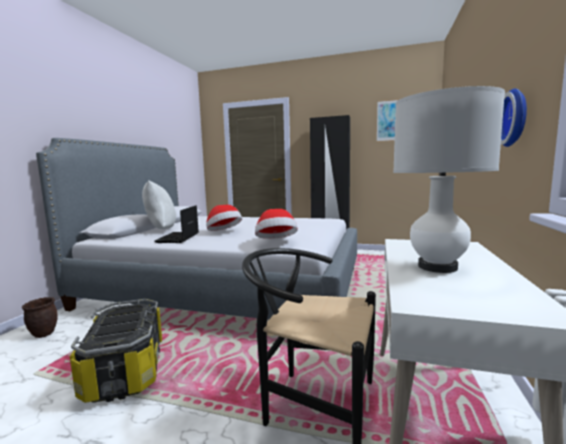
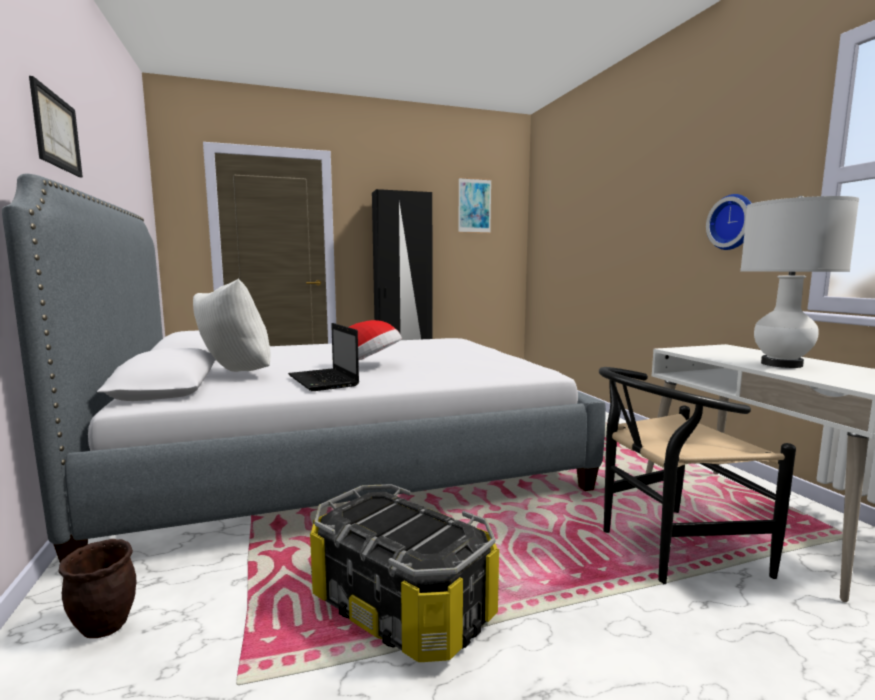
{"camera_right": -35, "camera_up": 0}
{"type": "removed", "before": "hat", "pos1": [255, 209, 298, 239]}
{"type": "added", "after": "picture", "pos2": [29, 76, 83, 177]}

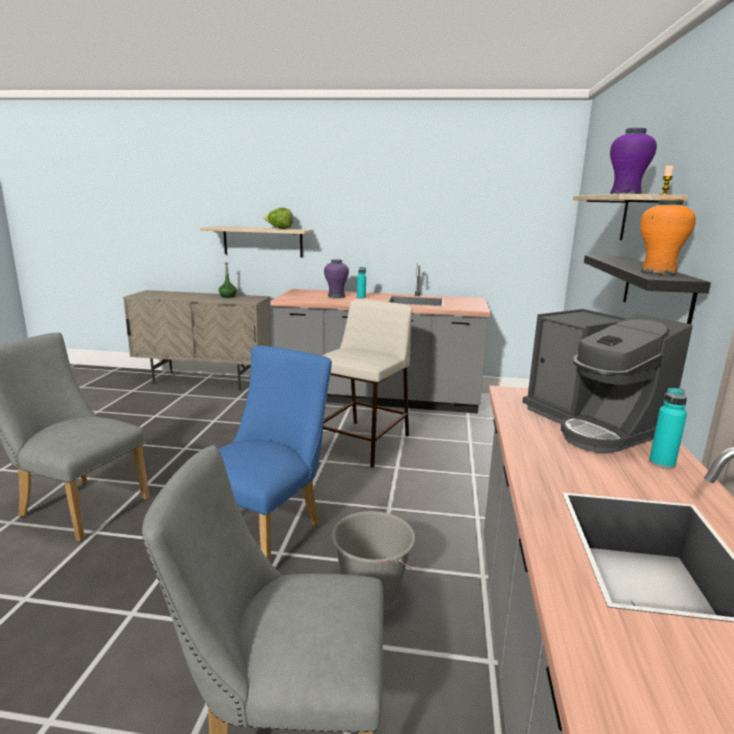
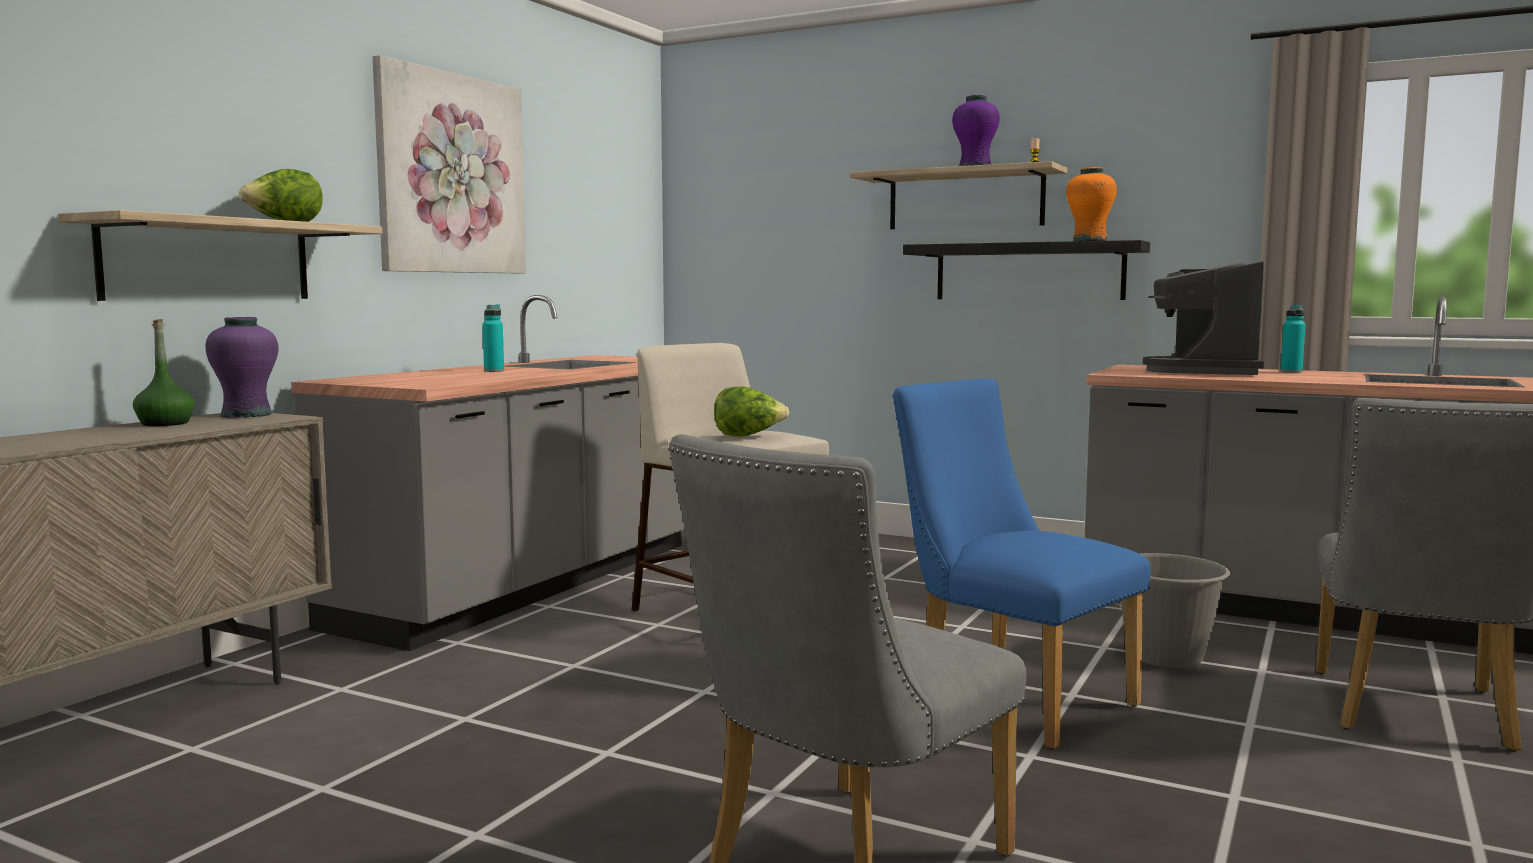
{"camera_right": -70, "camera_up": -10}
{"type": "moved", "before": "vase/purple", "pos1": [324, 259, 349, 298], "pos2": [205, 317, 279, 418]}
{"type": "turned", "before": "coffee machine", "pos1": [522, 309, 693, 453], "pos2": [1143, 261, 1264, 375], "turn": 120}
{"type": "added", "after": "picture", "pos2": [372, 55, 526, 274]}
{"type": "added", "after": "lettuce", "pos2": [714, 386, 789, 437]}

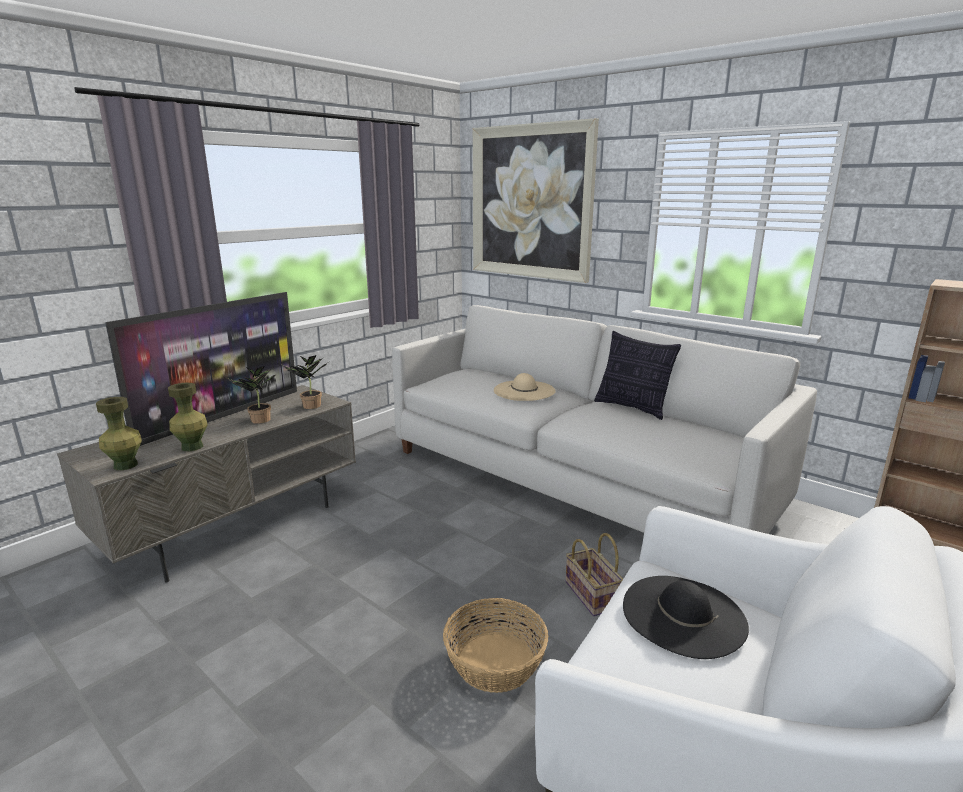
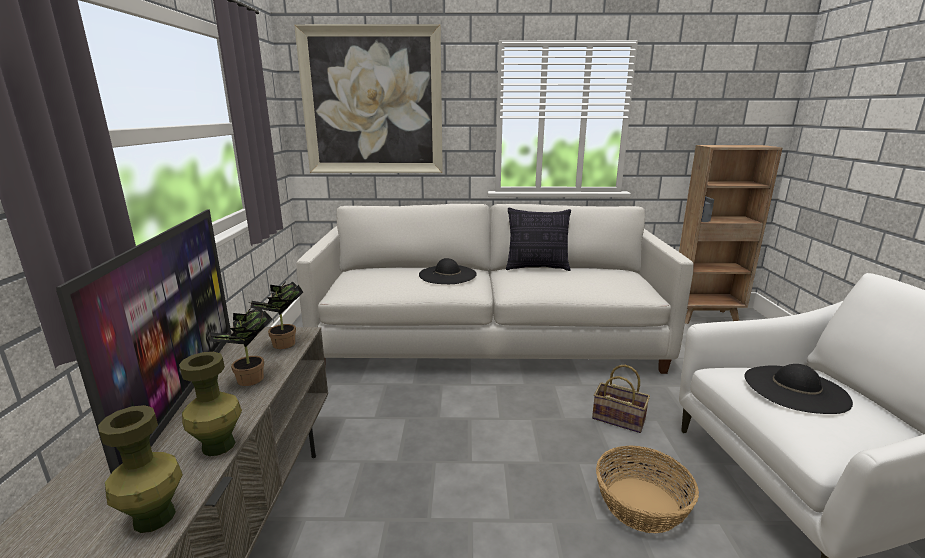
{"camera_right": -40, "camera_up": 0}
{"type": "recoloured", "before": "hat/beige", "after": "hat/black", "pos1": [494, 373, 556, 401], "pos2": [419, 258, 477, 284]}

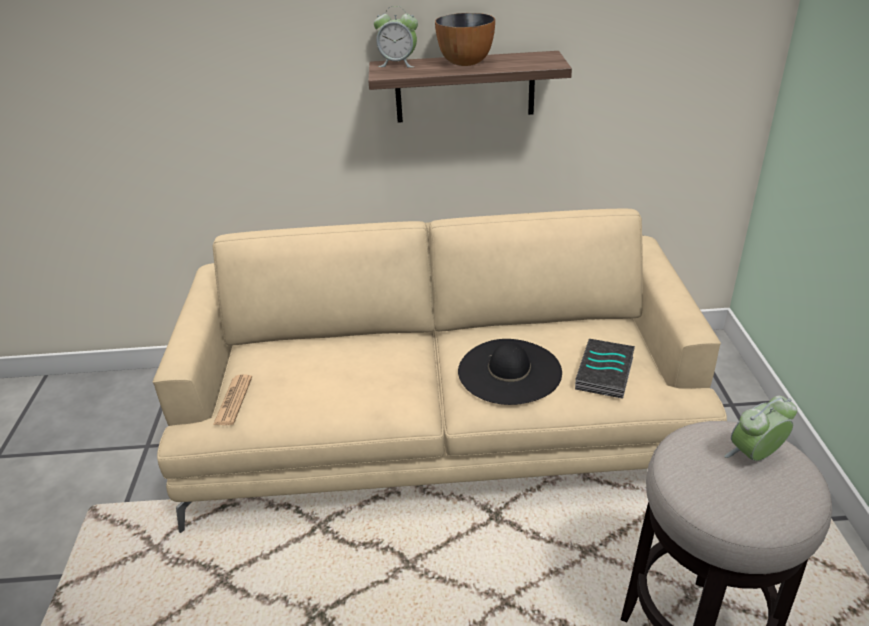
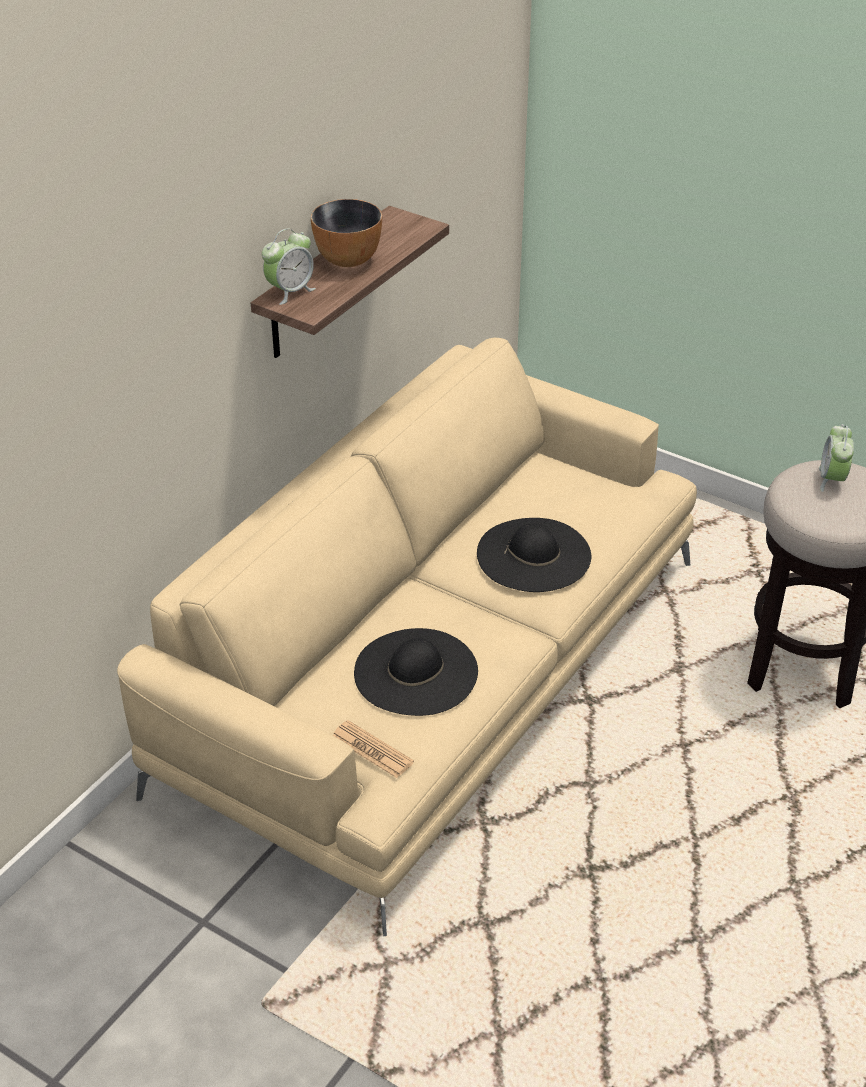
{"camera_right": -55, "camera_up": 5}
{"type": "removed", "before": "book", "pos1": [575, 339, 635, 399]}
{"type": "added", "after": "hat/black", "pos2": [354, 628, 478, 716]}

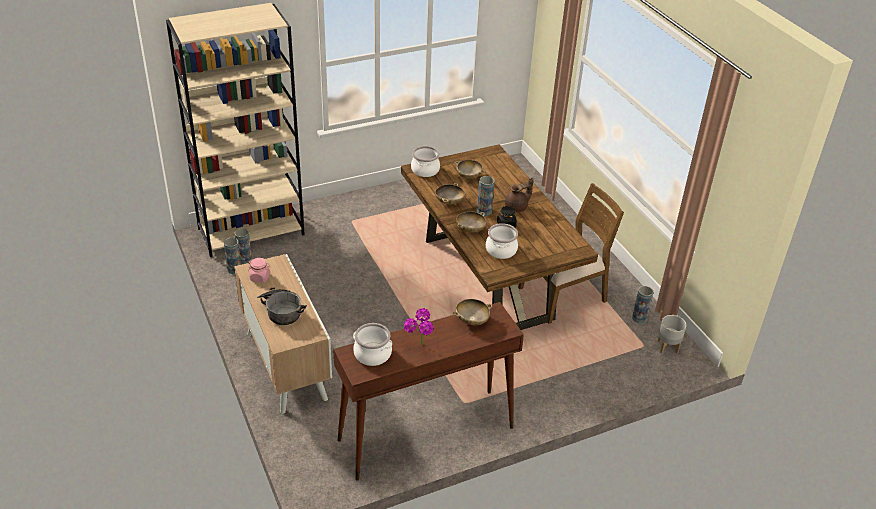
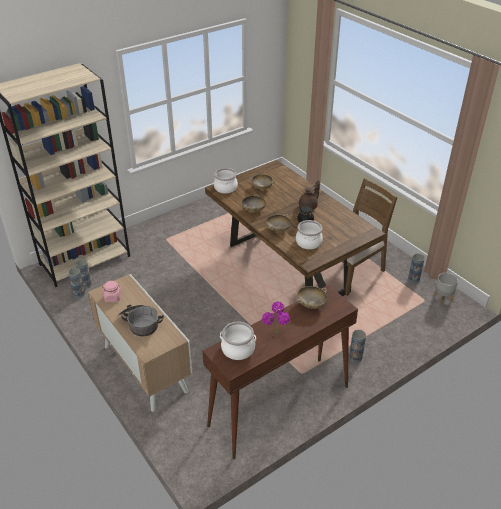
{"camera_right": -10, "camera_up": 0}
{"type": "moved", "before": "vase", "pos1": [477, 176, 495, 216], "pos2": [349, 330, 366, 363]}

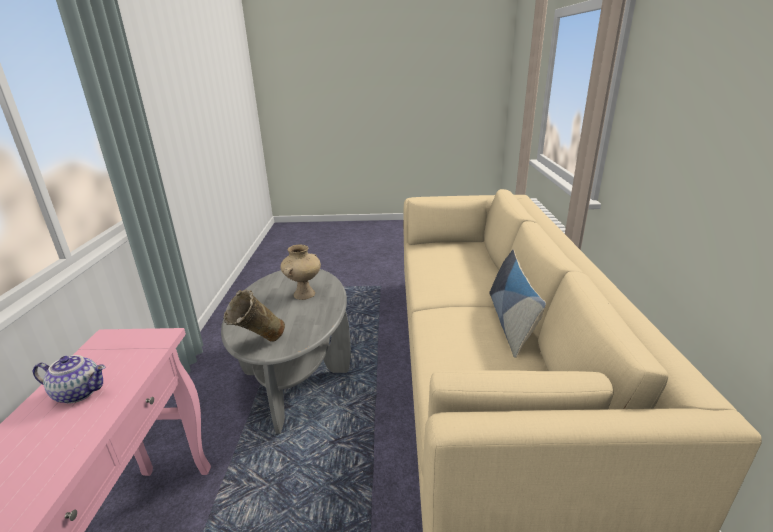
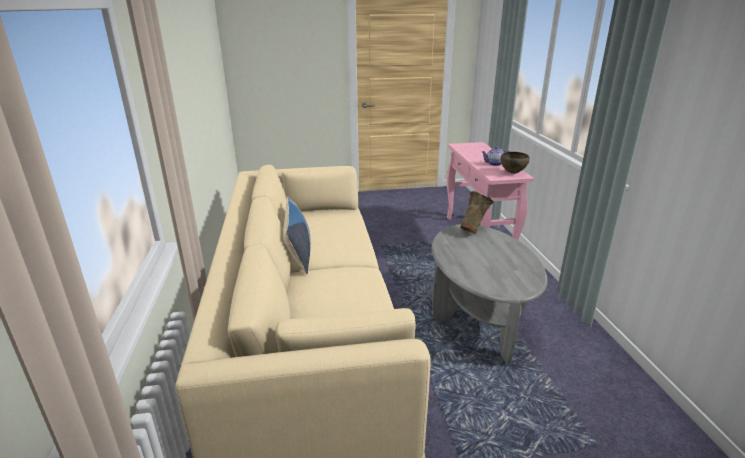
{"camera_right": 170, "camera_up": 0}
{"type": "removed", "before": "vase/beige", "pos1": [280, 245, 321, 300]}
{"type": "added", "after": "bowl/brown", "pos2": [501, 152, 530, 174]}

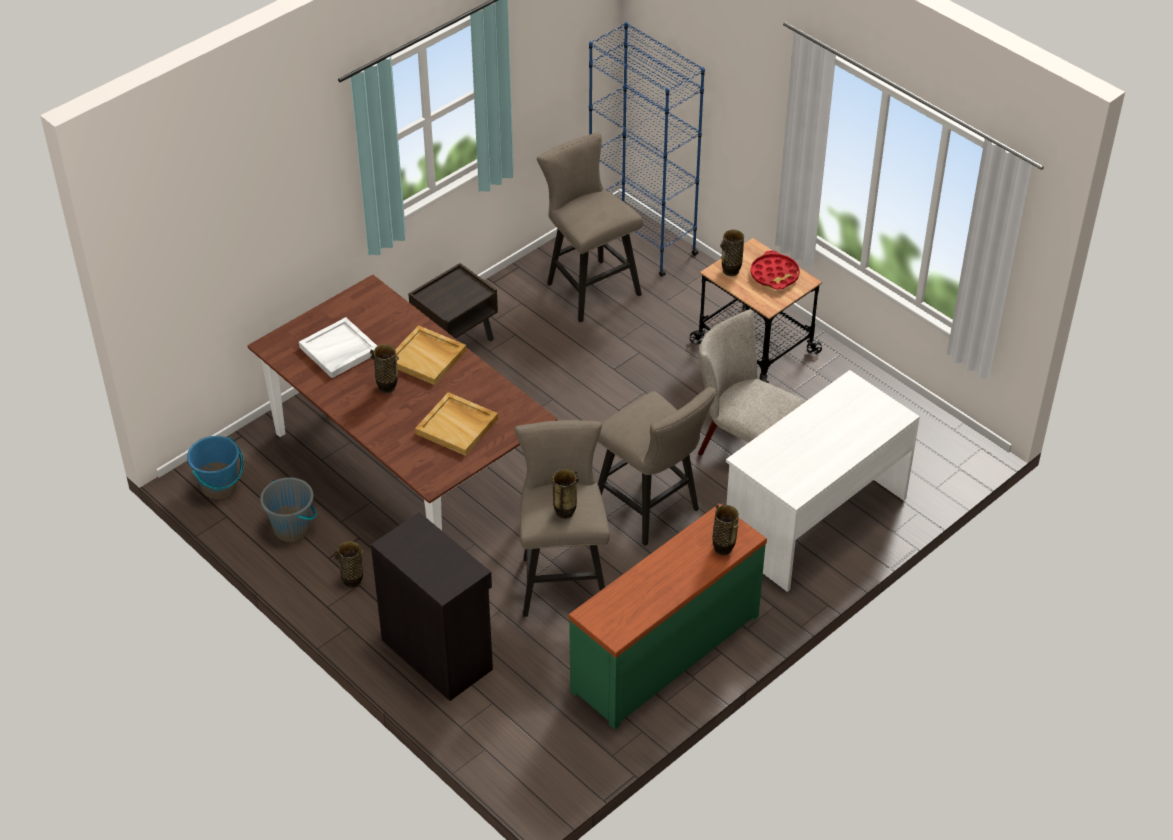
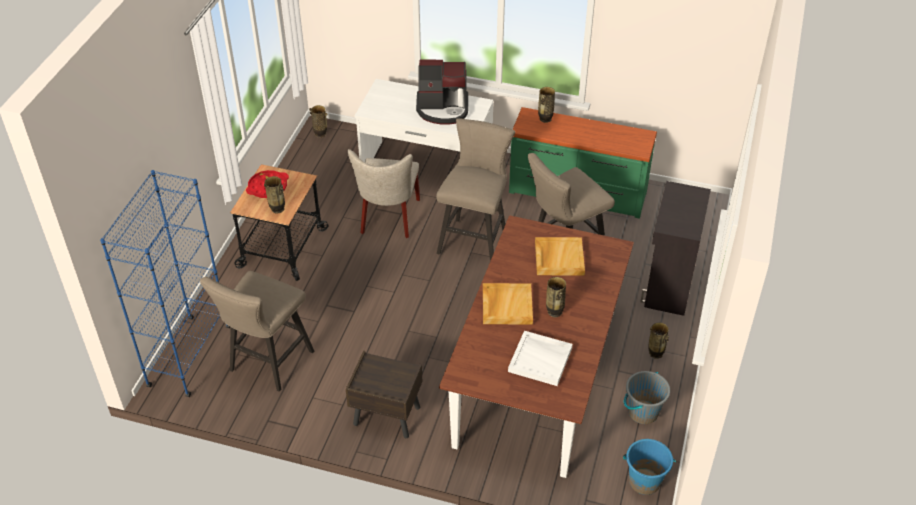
{"camera_right": -120, "camera_up": 0}
{"type": "moved", "before": "vase", "pos1": [553, 469, 579, 519], "pos2": [309, 105, 327, 138]}
{"type": "added", "after": "coffee machine", "pos2": [416, 60, 468, 125]}

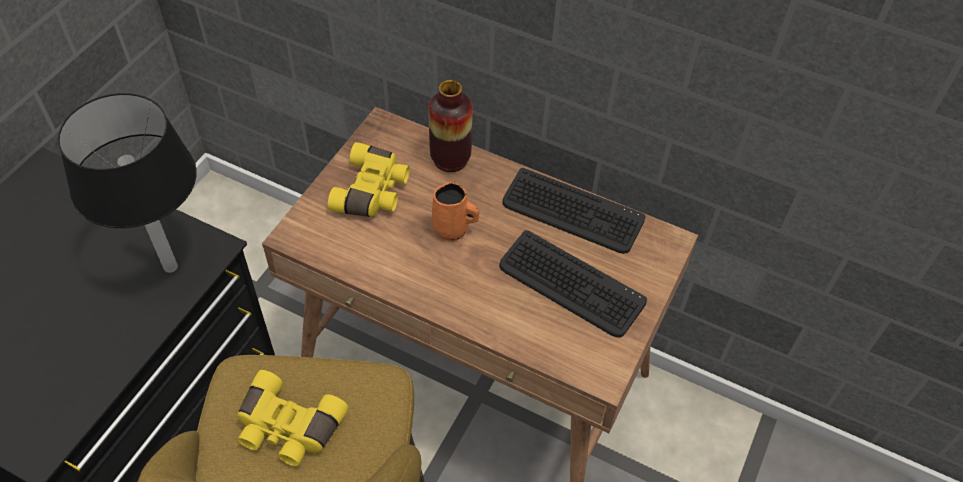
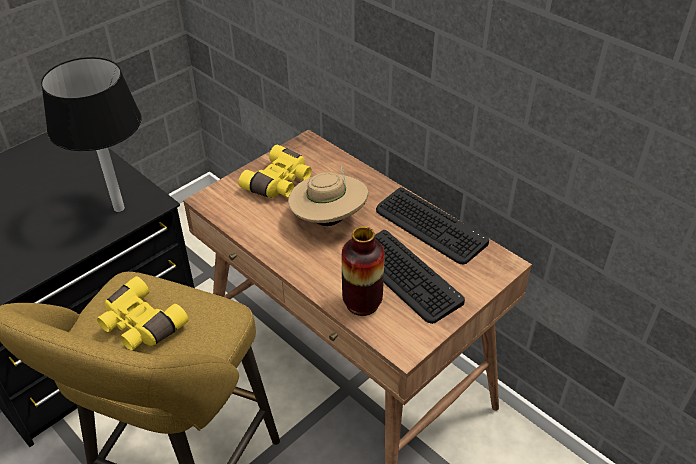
{"camera_right": 20, "camera_up": -10}
{"type": "moved", "before": "vase", "pos1": [429, 80, 473, 172], "pos2": [342, 227, 385, 316]}
{"type": "replaced", "before": "mug/orange", "after": "hat/beige", "pos1": [432, 182, 479, 241], "pos2": [288, 167, 368, 226]}

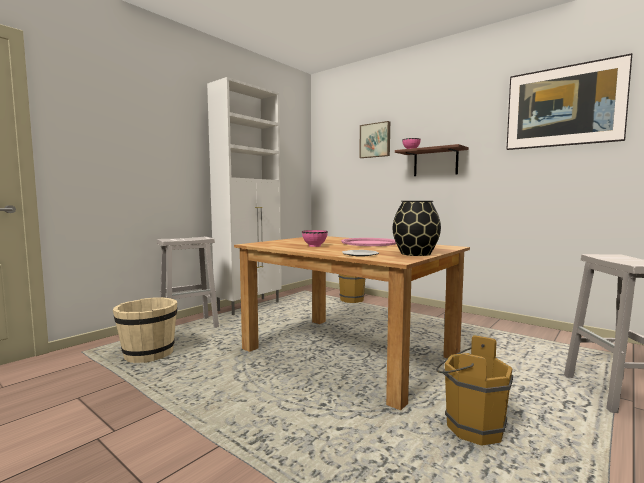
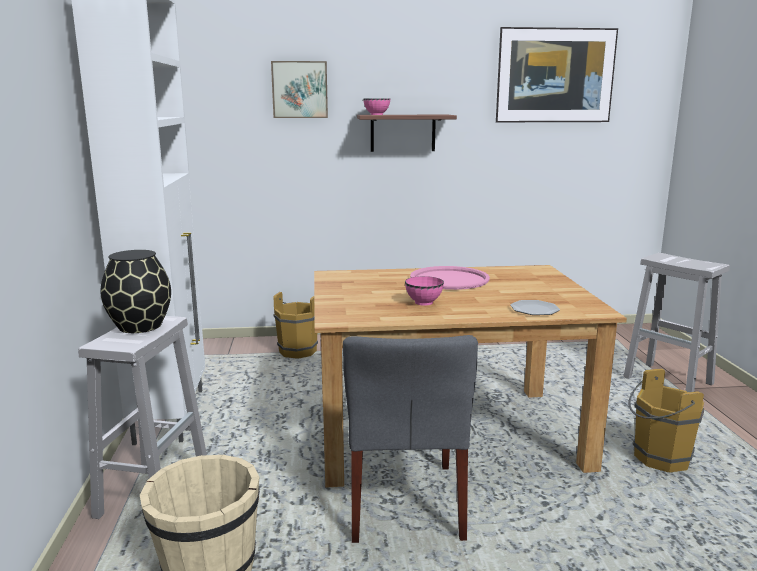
{"camera_right": -45, "camera_up": 10}
{"type": "moved", "before": "vase/black", "pos1": [393, 201, 441, 256], "pos2": [100, 250, 171, 333]}
{"type": "added", "after": "chair/grey", "pos2": [343, 335, 478, 543]}

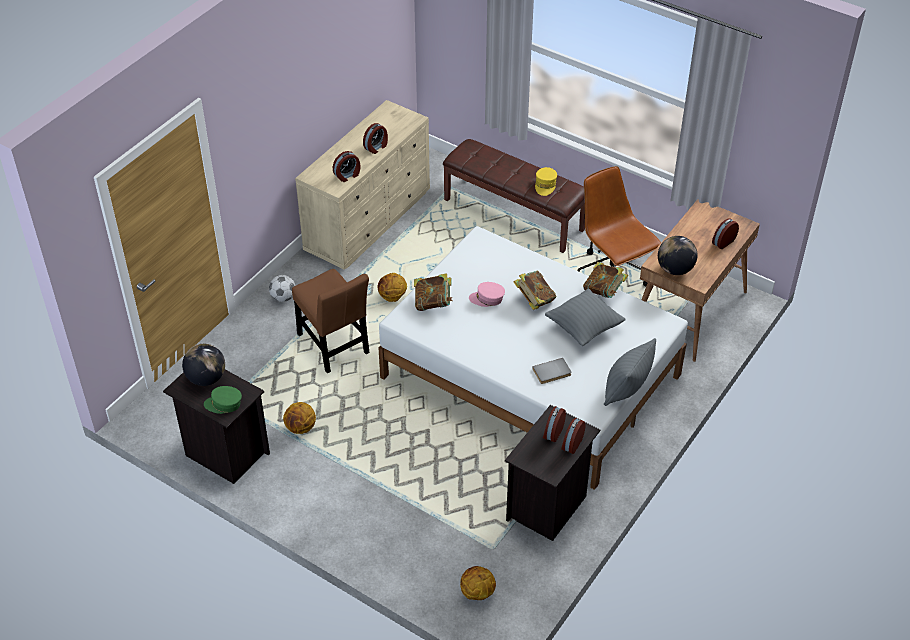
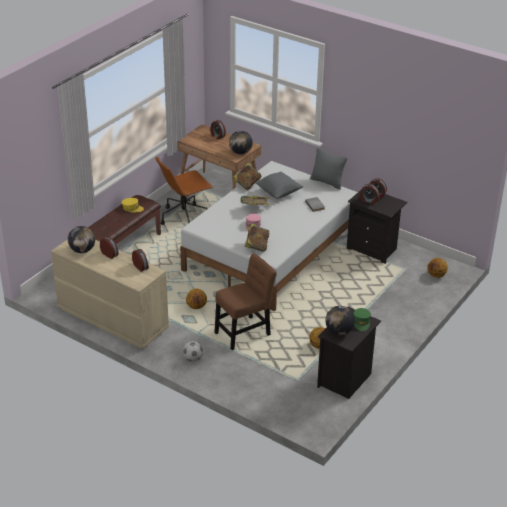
{"camera_right": -90, "camera_up": -10}
{"type": "added", "after": "globe", "pos2": [68, 226, 95, 253]}

